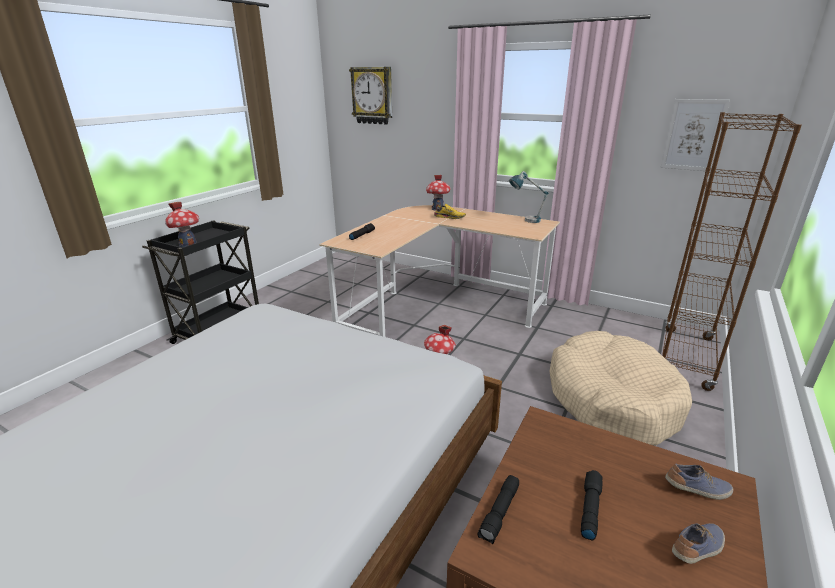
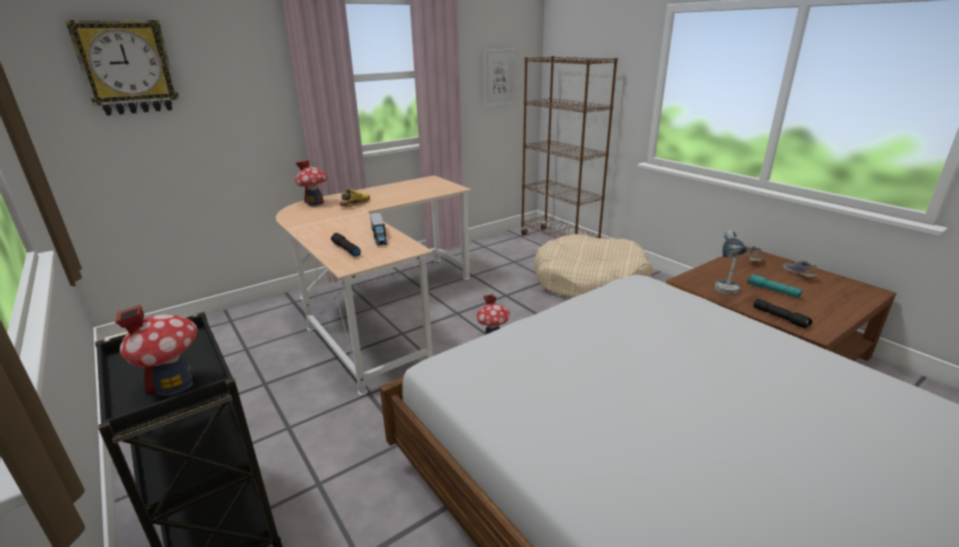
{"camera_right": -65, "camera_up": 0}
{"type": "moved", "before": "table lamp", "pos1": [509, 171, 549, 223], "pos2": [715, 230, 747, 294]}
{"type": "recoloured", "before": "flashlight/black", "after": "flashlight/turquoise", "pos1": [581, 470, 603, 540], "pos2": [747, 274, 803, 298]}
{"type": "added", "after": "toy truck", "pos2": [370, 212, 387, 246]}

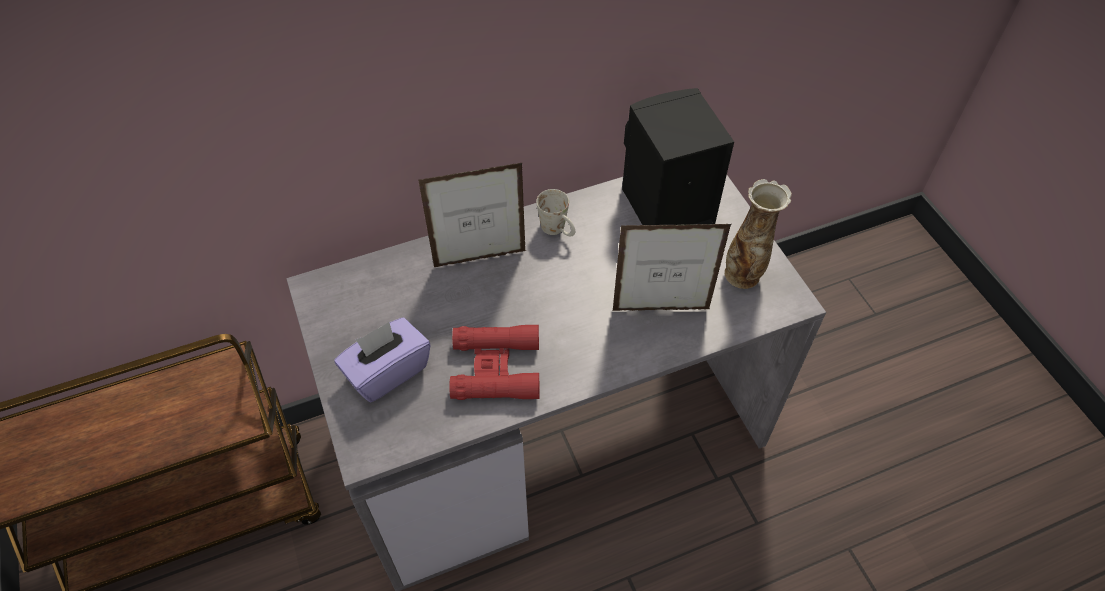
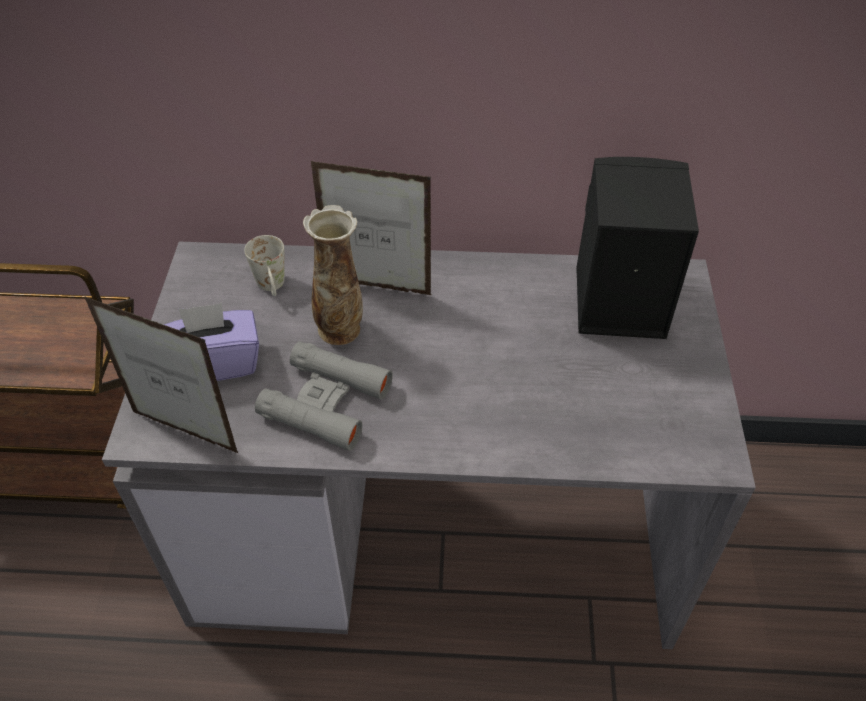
{"camera_right": 25, "camera_up": -5}
{"type": "recoloured", "before": "binoculars/red", "after": "binoculars/grey", "pos1": [449, 325, 540, 400], "pos2": [255, 341, 393, 451]}
{"type": "moved", "before": "mug/white", "pos1": [536, 189, 575, 236], "pos2": [244, 235, 284, 296]}
{"type": "moved", "before": "picture frame", "pos1": [613, 224, 732, 311], "pos2": [84, 296, 239, 454]}
{"type": "moved", "before": "vase", "pos1": [725, 179, 792, 289], "pos2": [303, 205, 363, 345]}

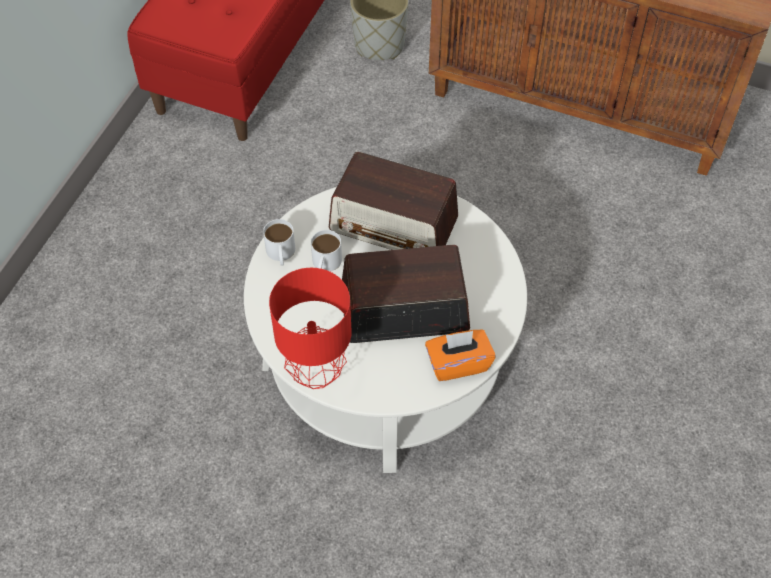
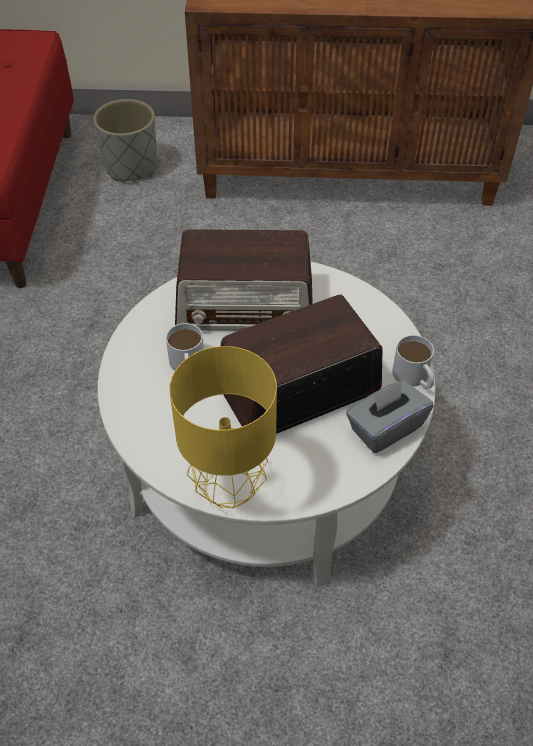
{"camera_right": -20, "camera_up": -5}
{"type": "moved", "before": "mug/white", "pos1": [263, 219, 295, 266], "pos2": [392, 335, 434, 389]}
{"type": "recoloured", "before": "table lamp/red", "after": "table lamp/yellow", "pos1": [269, 268, 352, 389], "pos2": [169, 346, 277, 508]}
{"type": "recoloured", "before": "tissue box/orange", "after": "tissue box/grey", "pos1": [425, 330, 496, 381], "pos2": [346, 380, 434, 453]}

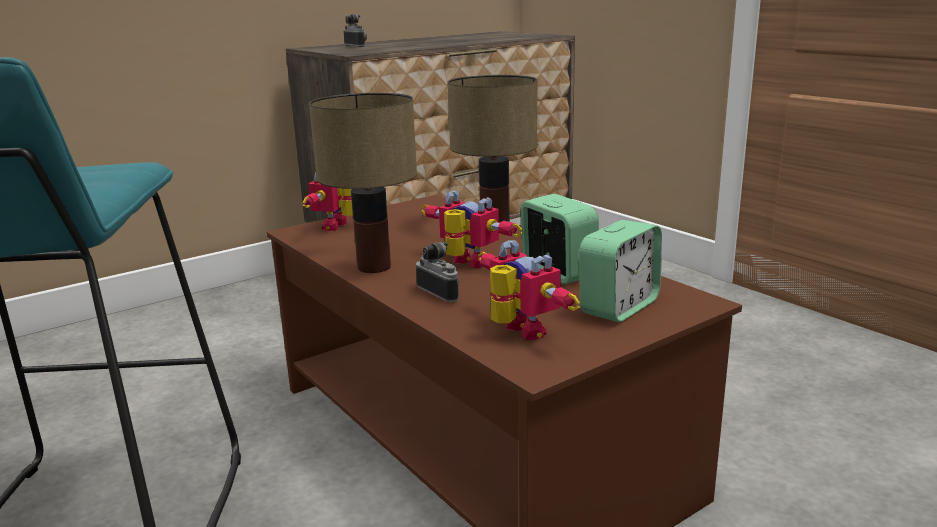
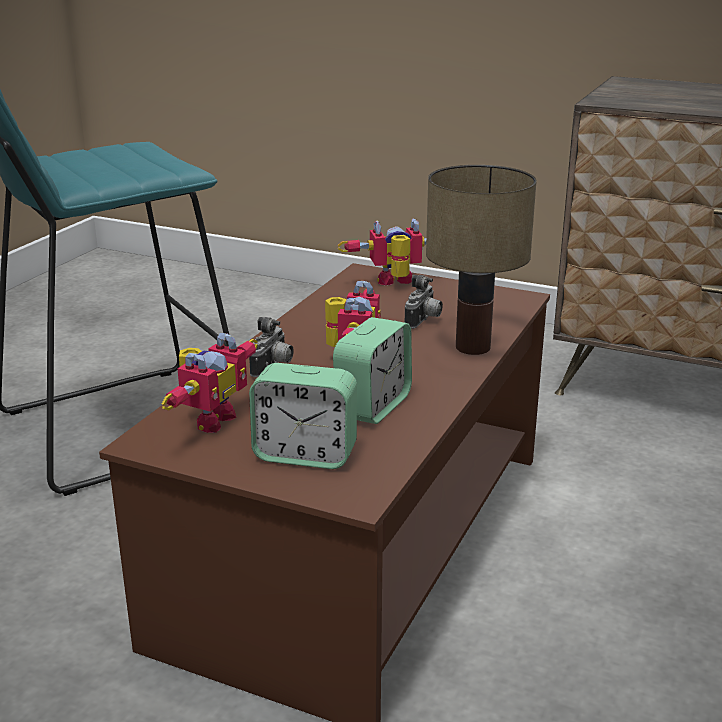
{"camera_right": 60, "camera_up": 5}
{"type": "removed", "before": "table lamp", "pos1": [309, 93, 417, 273]}
{"type": "moved", "before": "photo camera", "pos1": [344, 14, 367, 47], "pos2": [404, 275, 443, 329]}

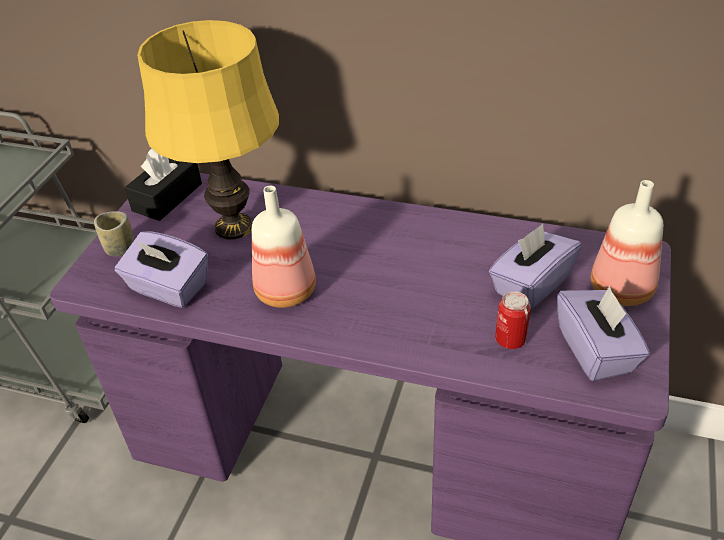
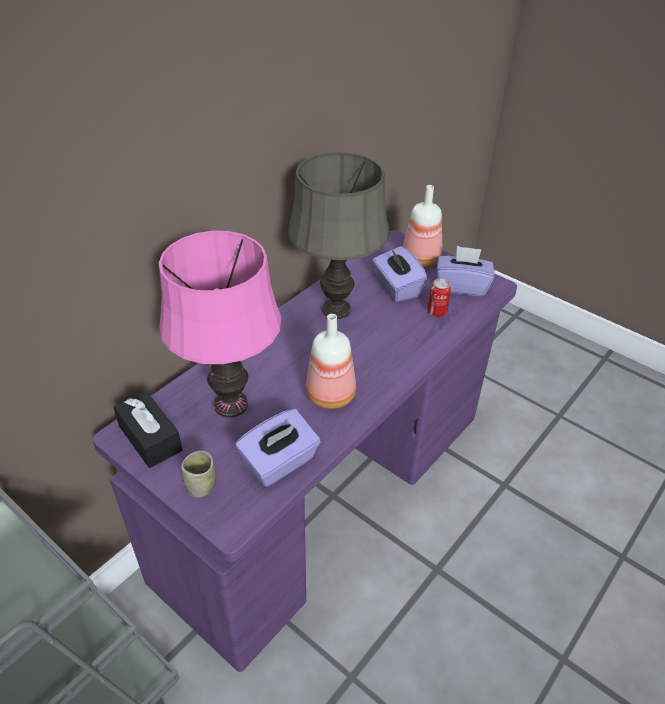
{"camera_right": -70, "camera_up": 0}
{"type": "recoloured", "before": "table lamp/yellow", "after": "table lamp/pink", "pos1": [137, 20, 279, 240], "pos2": [159, 231, 281, 418]}
{"type": "added", "after": "table lamp/grey", "pos2": [288, 152, 389, 319]}

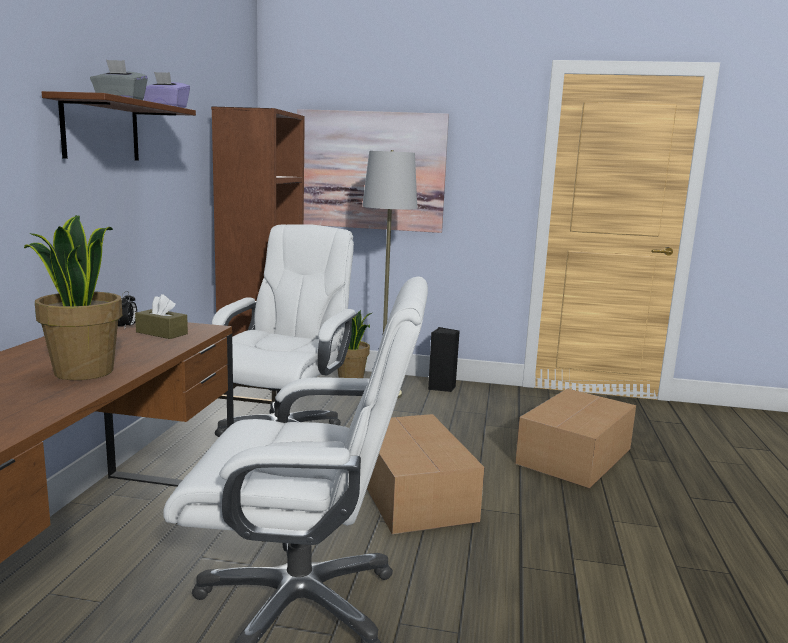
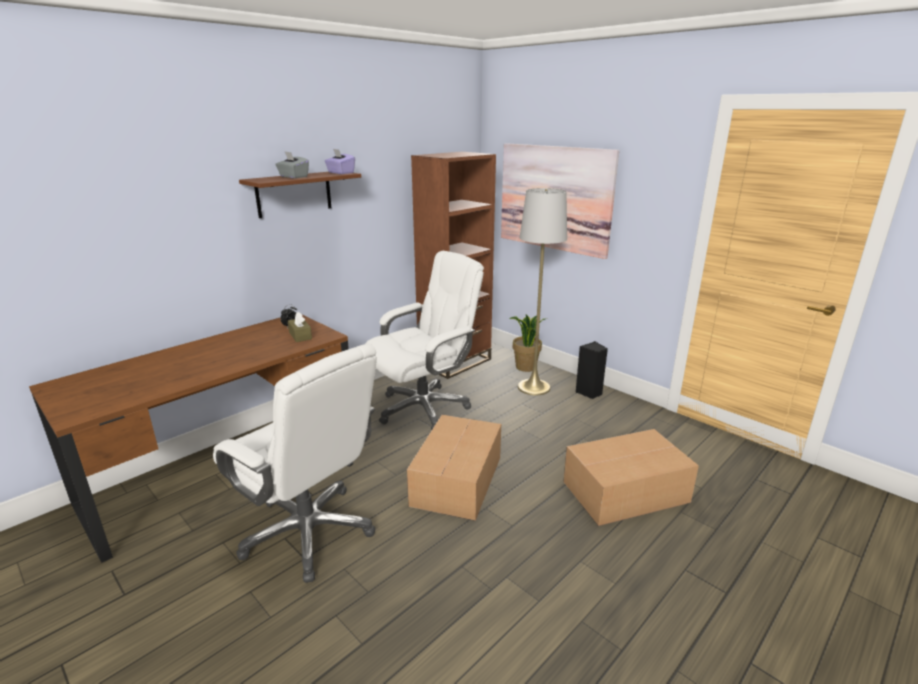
{"camera_right": 35, "camera_up": 10}
{"type": "removed", "before": "potted plant", "pos1": [24, 215, 122, 380]}

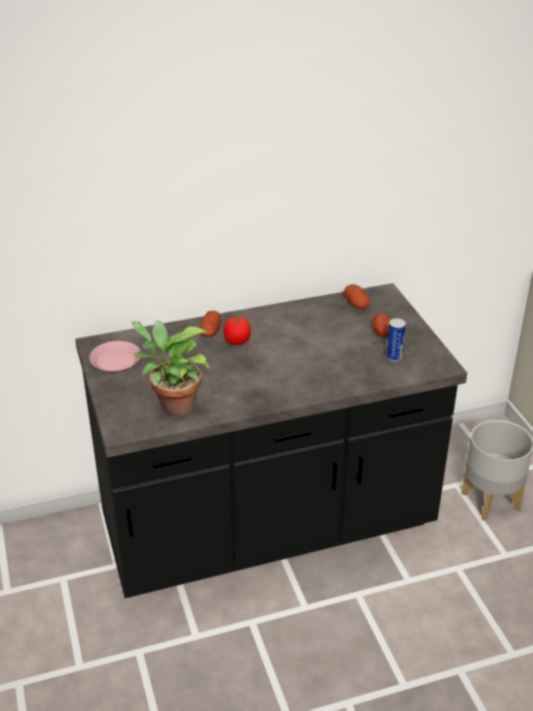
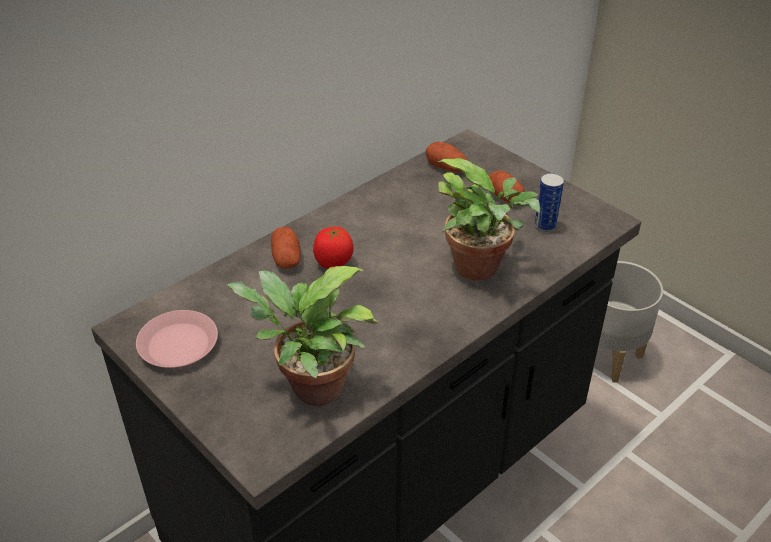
{"camera_right": -25, "camera_up": 5}
{"type": "added", "after": "potted plant", "pos2": [438, 158, 540, 281]}

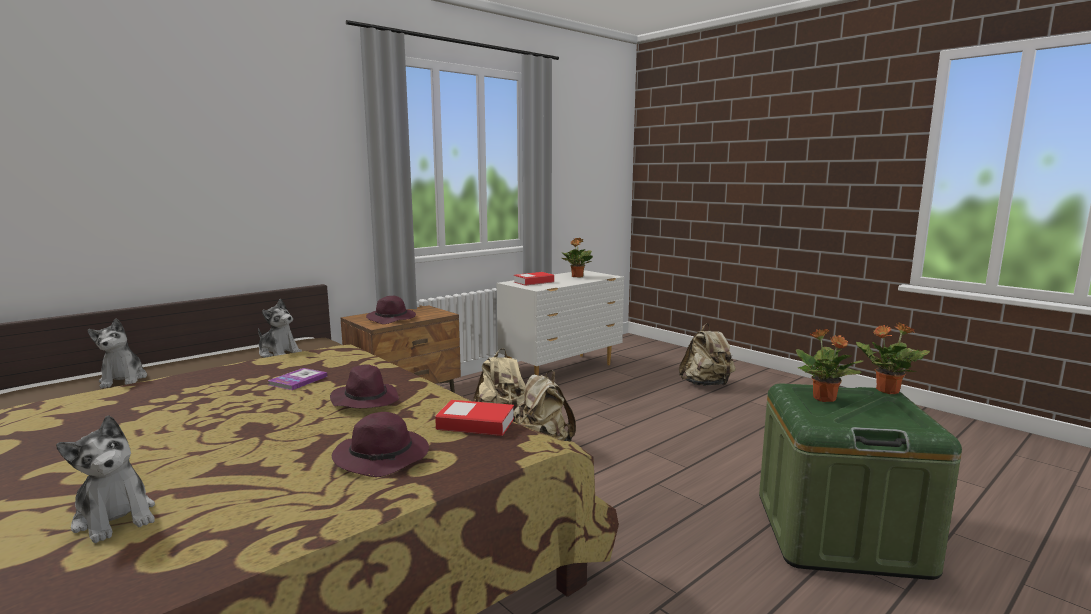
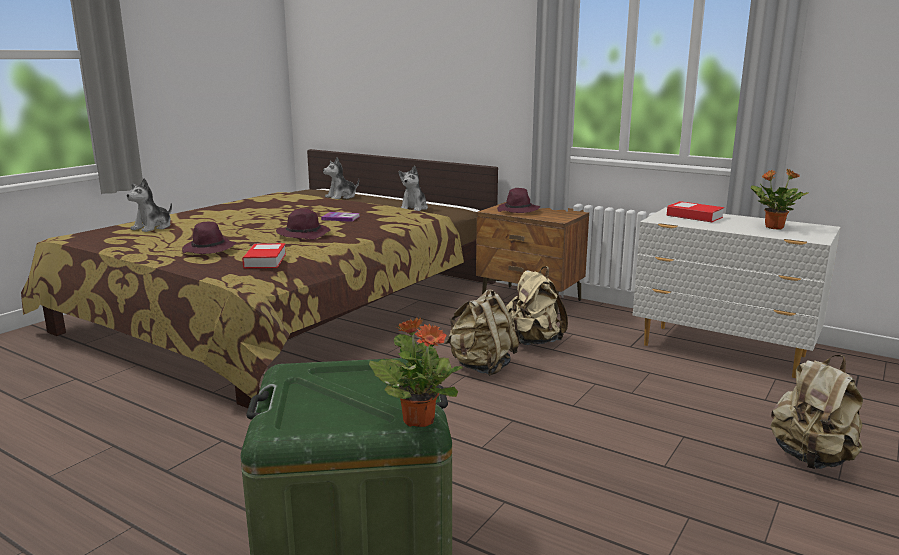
{"camera_right": 75, "camera_up": 5}
{"type": "removed", "before": "potted plant", "pos1": [796, 329, 863, 402]}

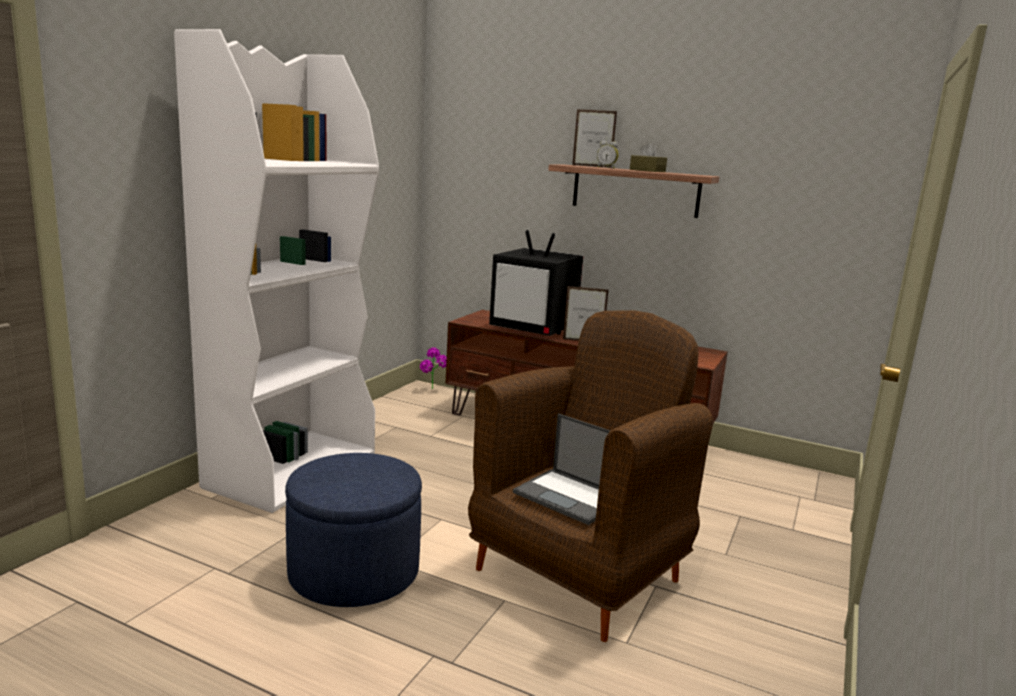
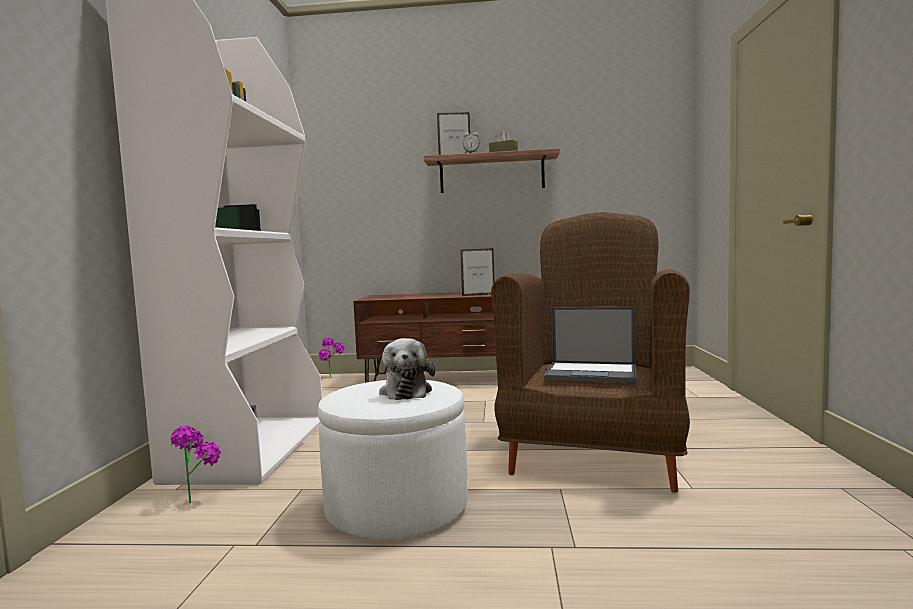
{"camera_right": -20, "camera_up": -10}
{"type": "recoloured", "before": "ottoman/blue", "after": "ottoman/white", "pos1": [285, 453, 422, 607], "pos2": [317, 380, 468, 539]}
{"type": "removed", "before": "television", "pos1": [489, 230, 583, 336]}
{"type": "added", "after": "potted plant", "pos2": [171, 426, 221, 504]}
{"type": "added", "after": "plush toy", "pos2": [379, 338, 435, 400]}

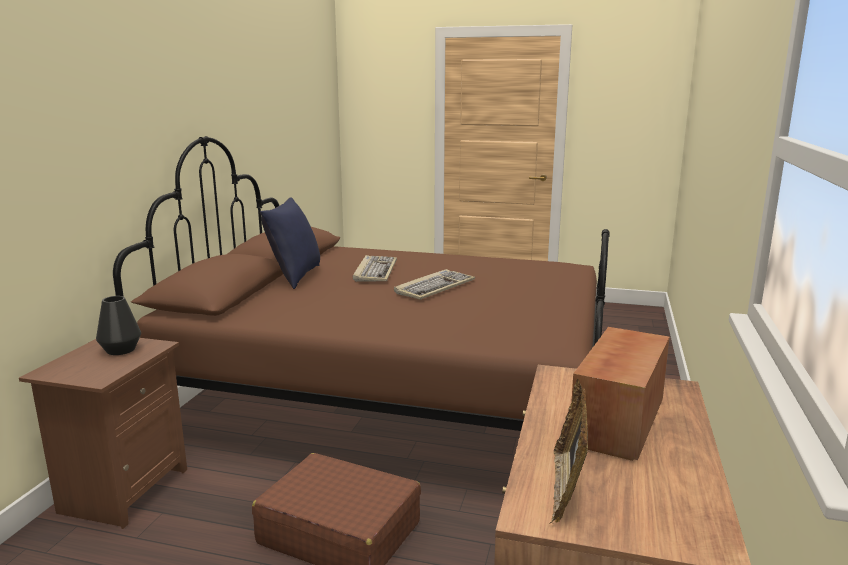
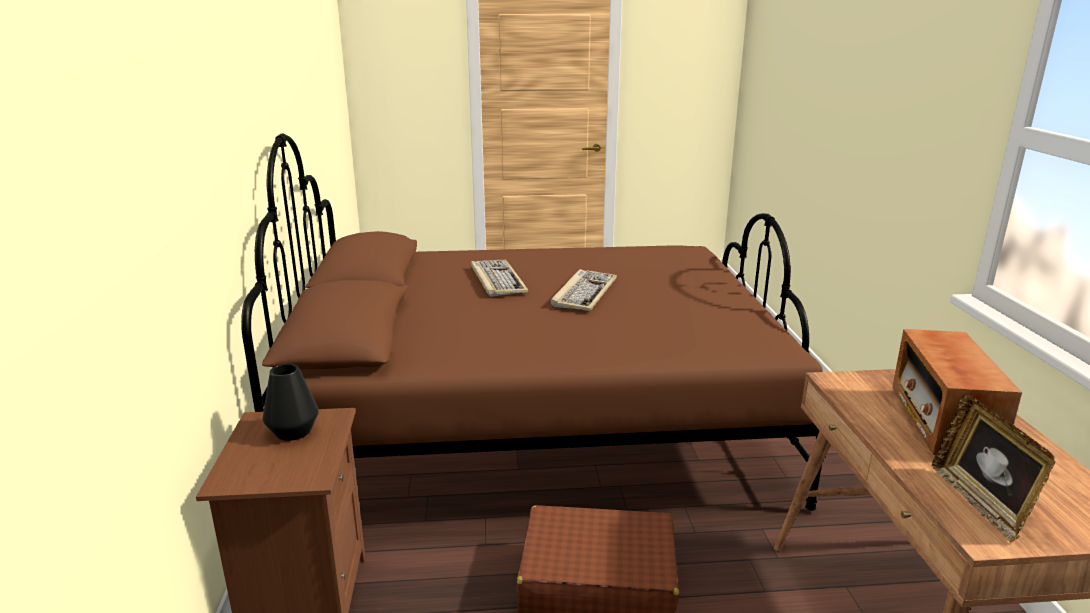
{"camera_right": -20, "camera_up": 5}
{"type": "removed", "before": "pillow/blue", "pos1": [260, 197, 320, 289]}

